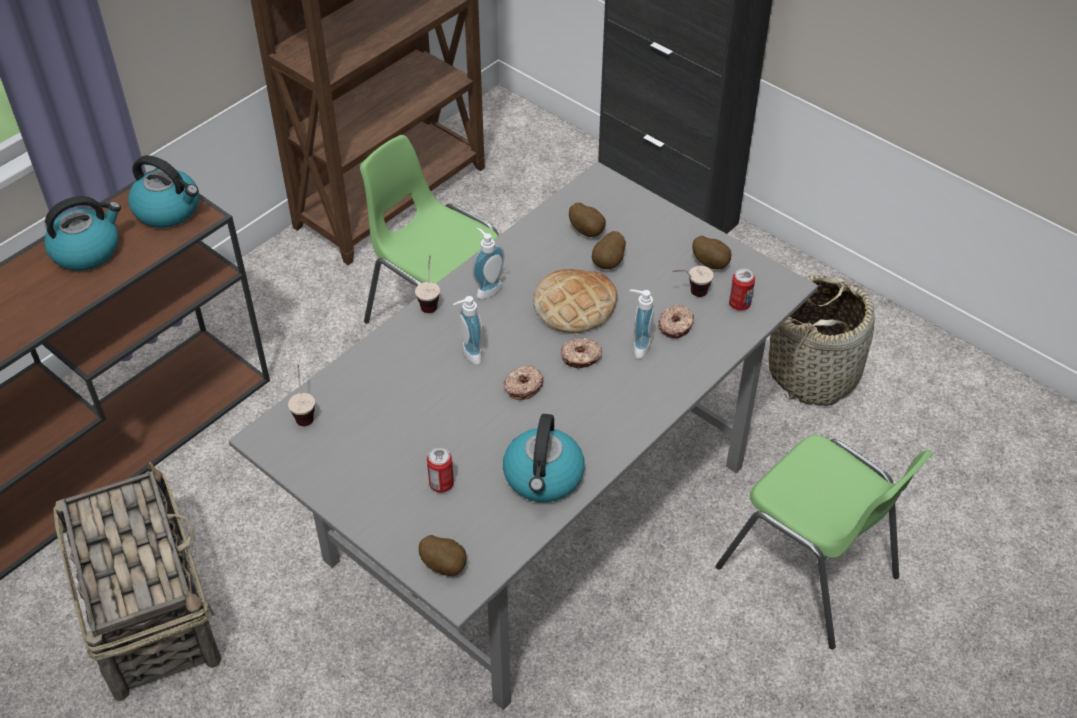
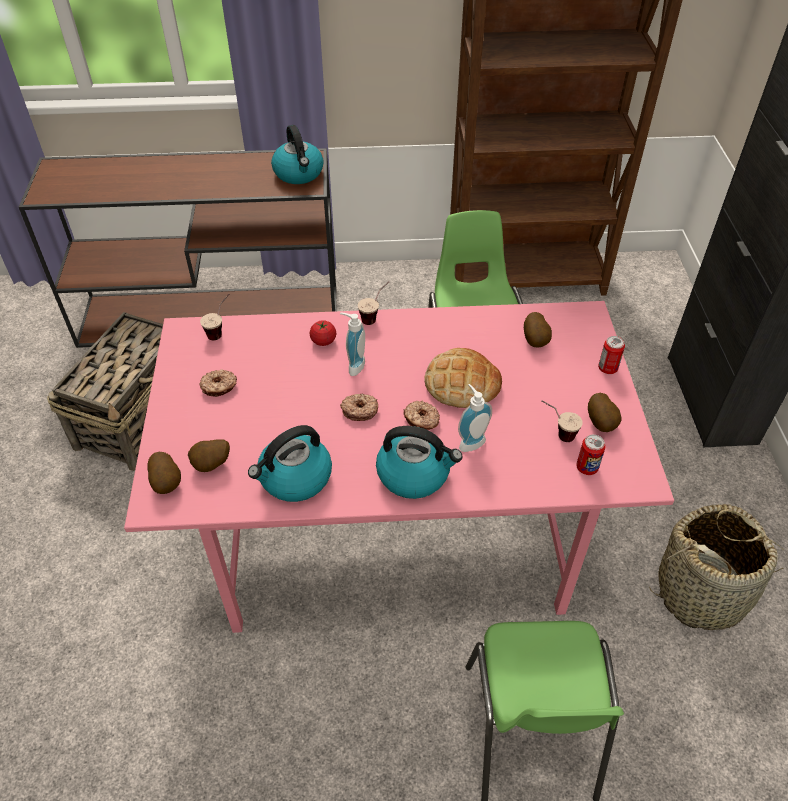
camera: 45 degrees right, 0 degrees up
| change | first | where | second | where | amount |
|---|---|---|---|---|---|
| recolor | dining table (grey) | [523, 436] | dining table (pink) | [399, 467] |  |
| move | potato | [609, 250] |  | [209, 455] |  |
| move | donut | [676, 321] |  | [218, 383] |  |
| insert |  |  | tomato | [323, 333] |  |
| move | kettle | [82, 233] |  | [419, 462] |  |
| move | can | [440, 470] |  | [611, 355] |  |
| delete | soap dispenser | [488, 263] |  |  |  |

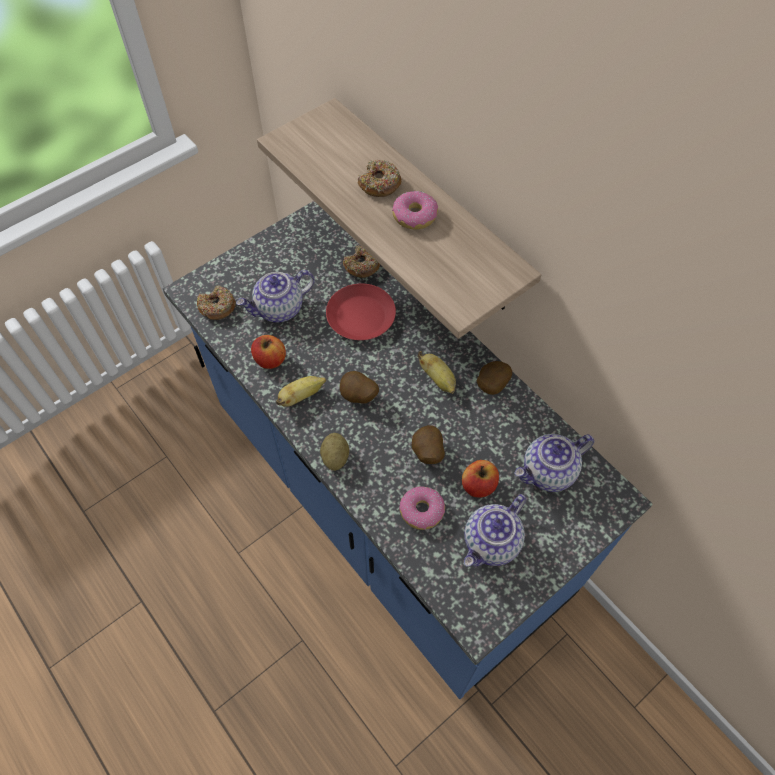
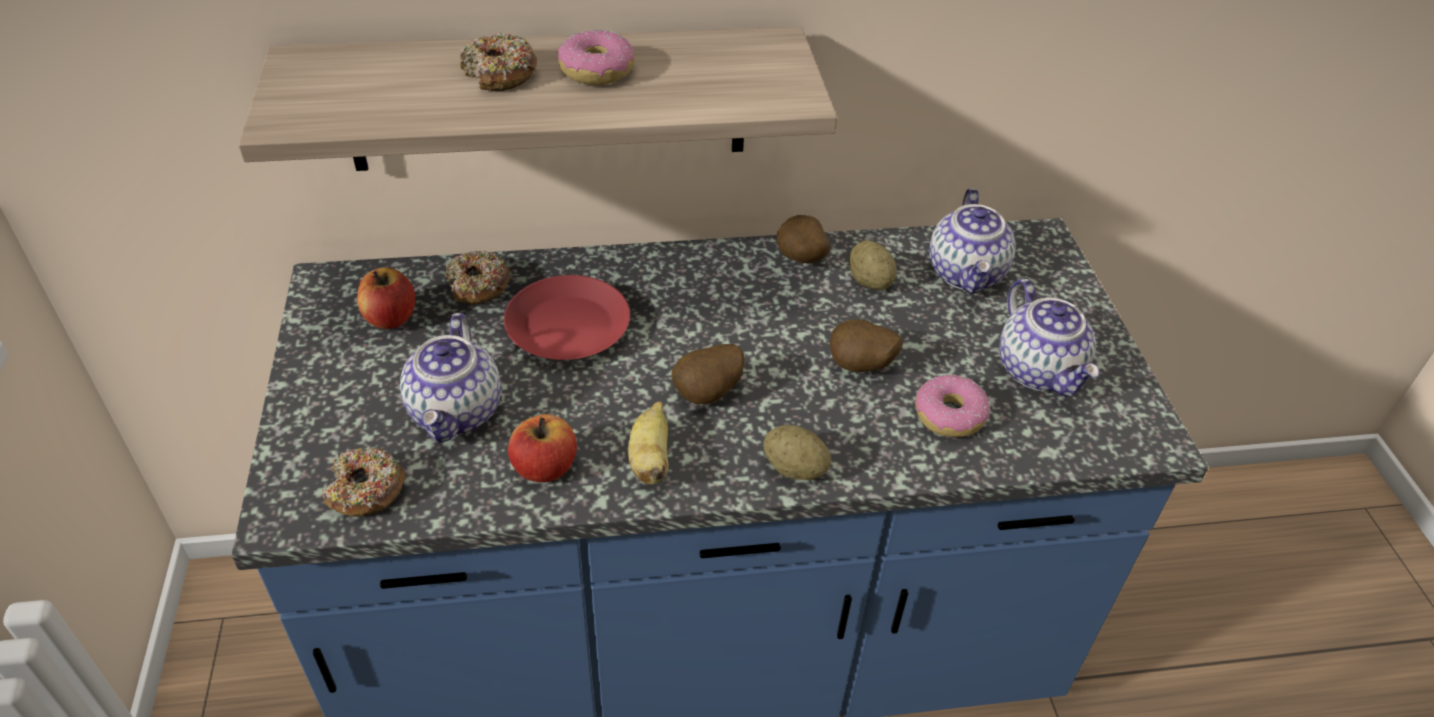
camera: 60 degrees left, 15 degrees down
| change | first | where | second | where | amount |
|---|---|---|---|---|---|
| move | apple | [480, 479] |  | [386, 298] |  |
| insert |  |  | potato | [873, 265] |  |
| delete | banana | [437, 372] |  |  |  |

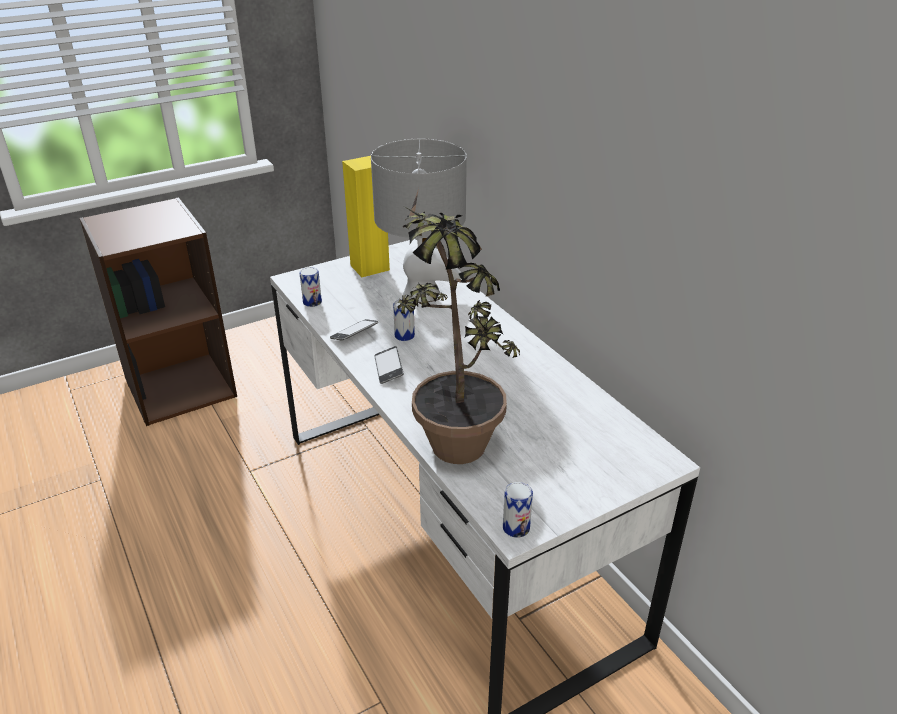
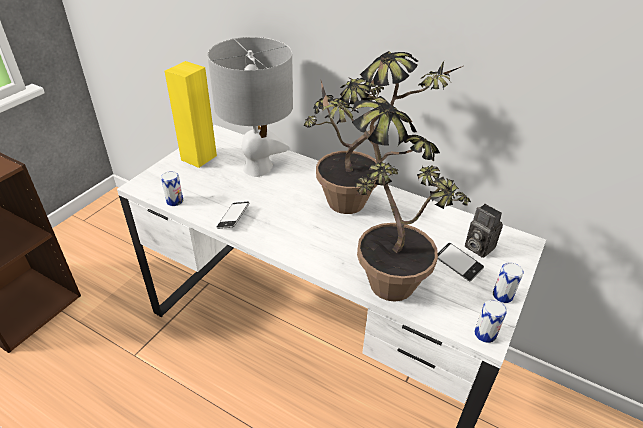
camera: 30 degrees left, 5 degrees up
| change | first | where | second | where | amount |
|---|---|---|---|---|---|
| insert |  |  | potted plant | [383, 132] |  |
| move | phone | [389, 365] |  | [461, 262] |  |
| insert |  |  | photo camera | [484, 231] |  |
| move | can | [404, 320] |  | [508, 283] |  |

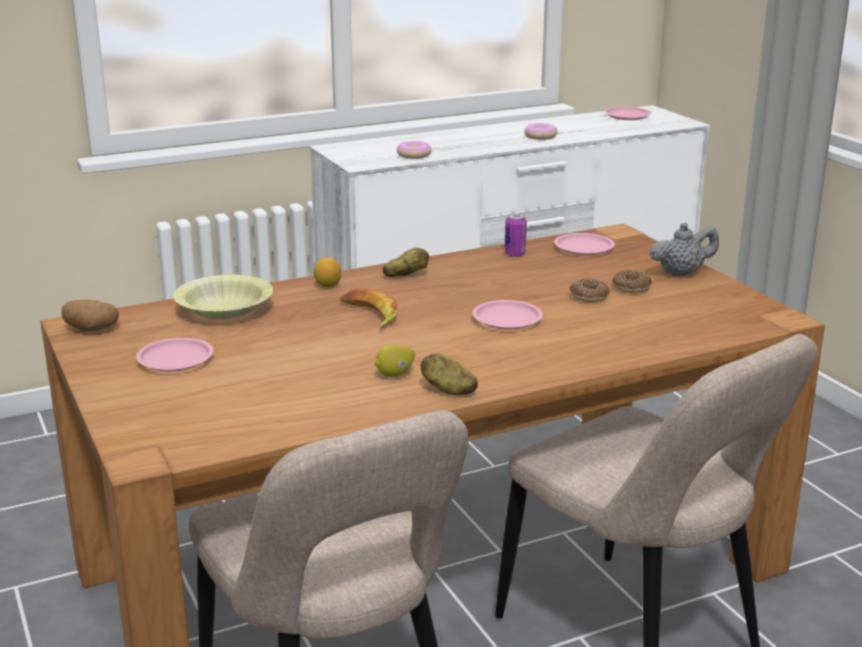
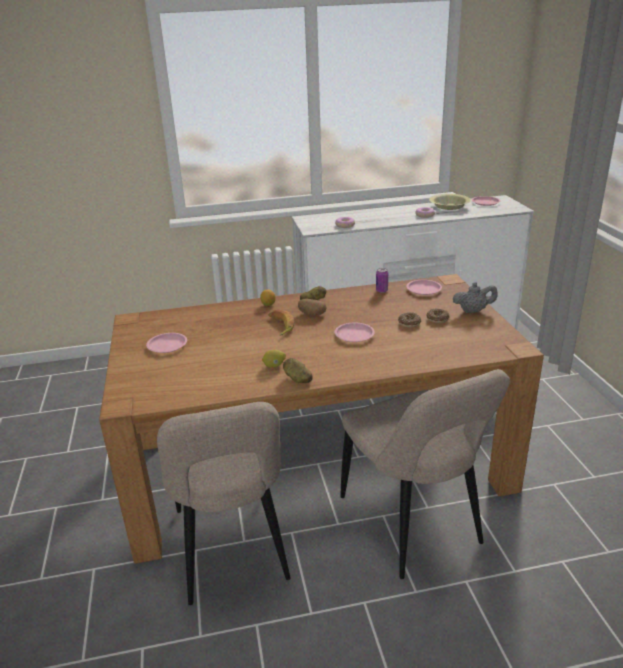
camera: 15 degrees right, 5 degrees up
| change | first | where | second | where | amount |
|---|---|---|---|---|---|
| move | potato | [90, 315] |  | [312, 307] |  |
| move | bowl (yellow) | [223, 297] |  | [450, 202] |  |

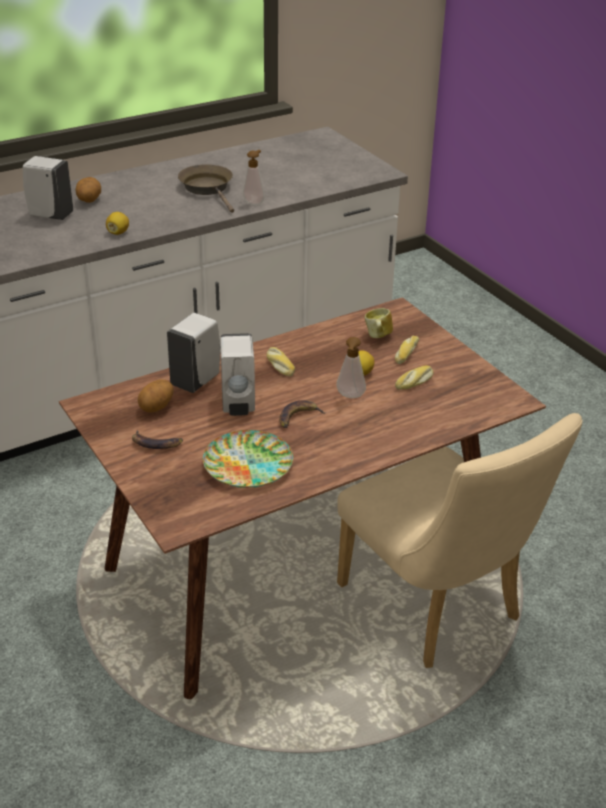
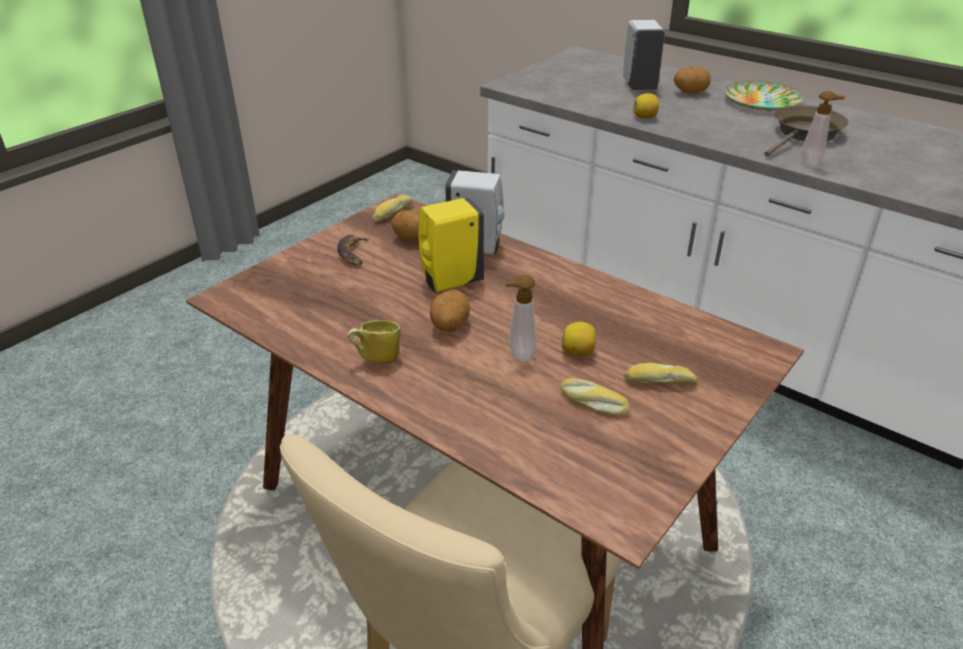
camera: 70 degrees right, 0 degrees up
| change | first | where | second | where | amount |
|---|---|---|---|---|---|
| move | mug | [379, 323] |  | [374, 341] |  |
| move | bread | [281, 361] |  | [392, 208] |  |
| recolor | soap dispenser (white) | [237, 374] | soap dispenser (yellow) | [451, 245] |  |
| replace | banana | [303, 414] | potato | [450, 310] |  |
| move | plate | [248, 459] |  | [764, 96] |  |

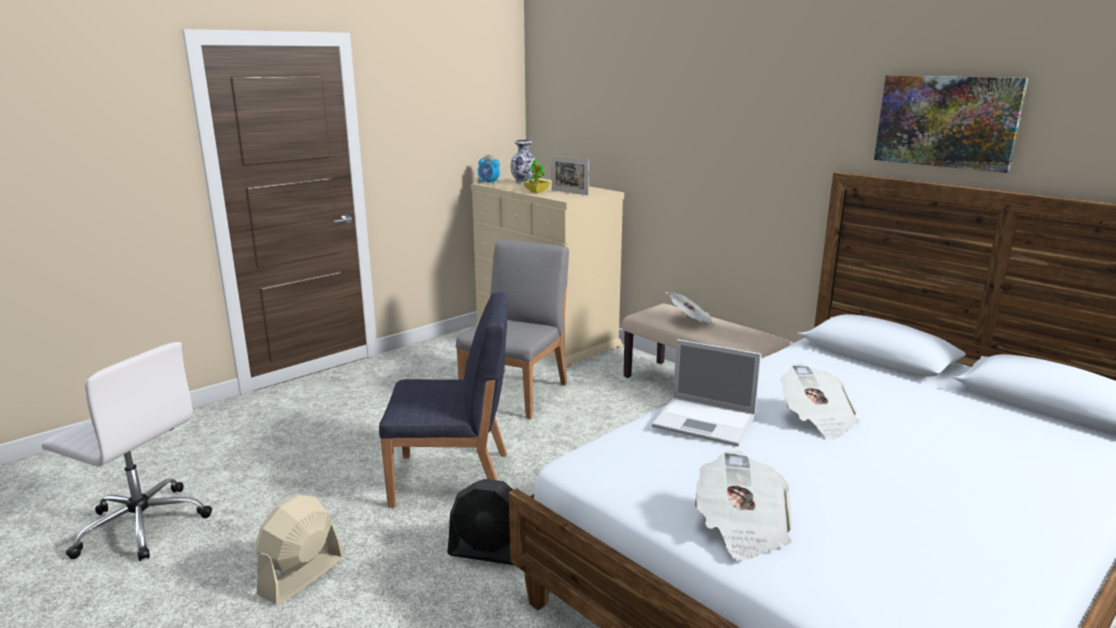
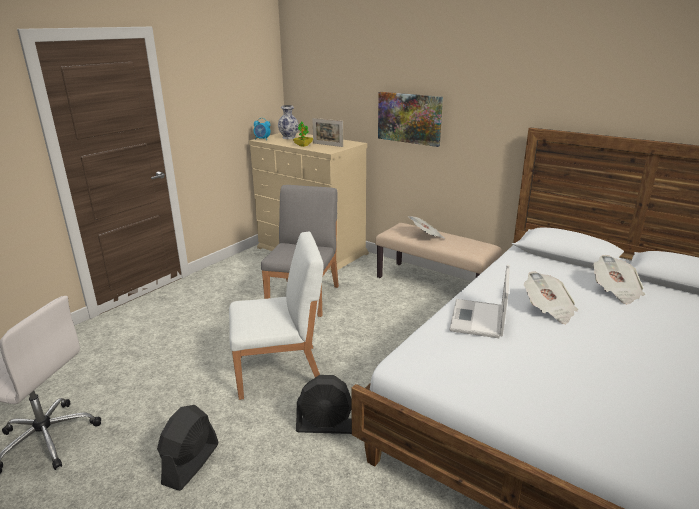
camera: 10 degrees left, 5 degrees up
| change | first | where | second | where | amount |
|---|---|---|---|---|---|
| recolor | fan (beige) | [299, 550] | fan (black) | [188, 448] |  |
| recolor | chair (blue) | [443, 400] | chair (white) | [276, 316] |  |
| move | picture | [951, 124] |  | [410, 119] |  |
| rotate | laptop | [706, 392] |  | [479, 301] | 90 degrees clockwise |
| move | newspaper | [743, 506] |  | [619, 280] |  |

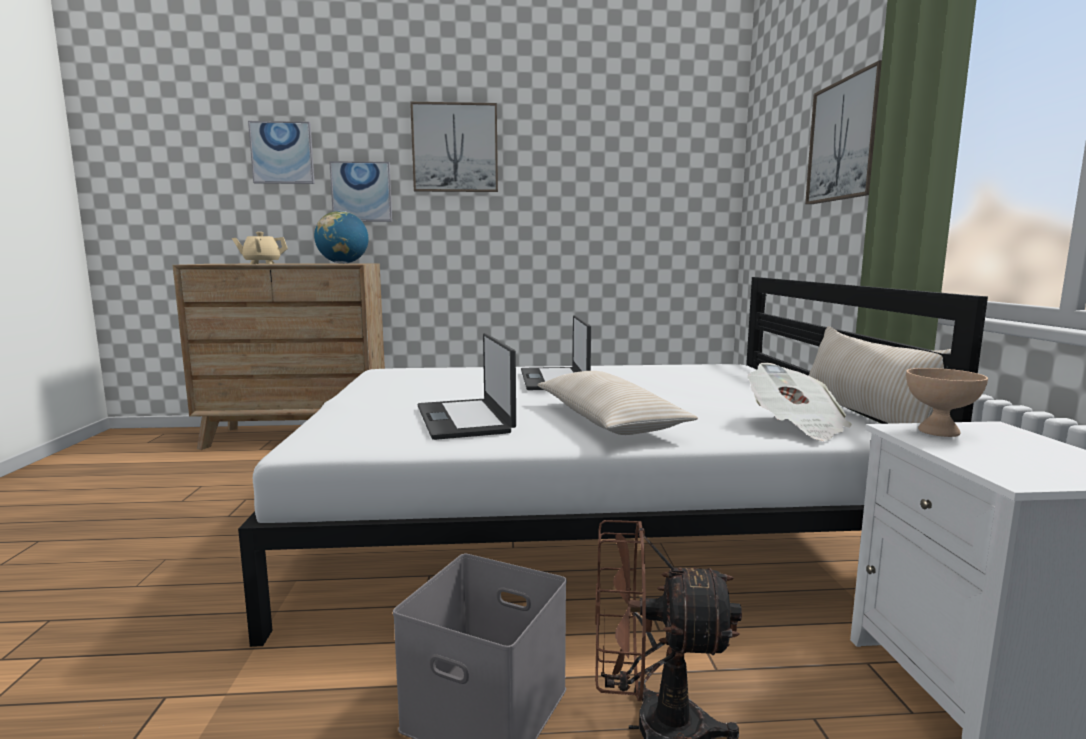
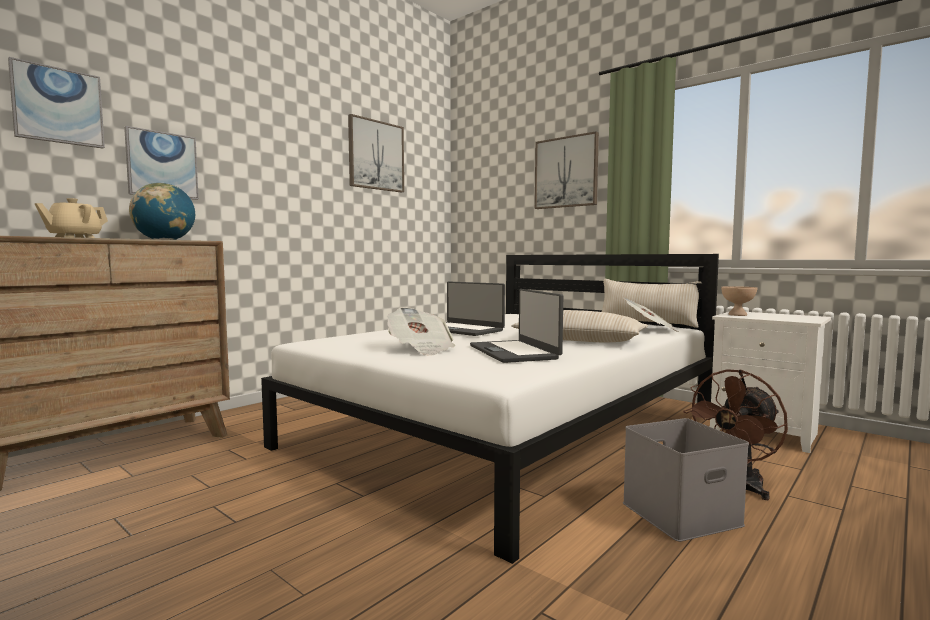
camera: 45 degrees left, 5 degrees down
| change | first | where | second | where | amount |
|---|---|---|---|---|---|
| move | picture | [454, 147] |  | [376, 153] |  |
| insert |  |  | newspaper | [421, 331] |  |
| rotate | laptop | [467, 386] |  | [516, 326] | 45 degrees clockwise |

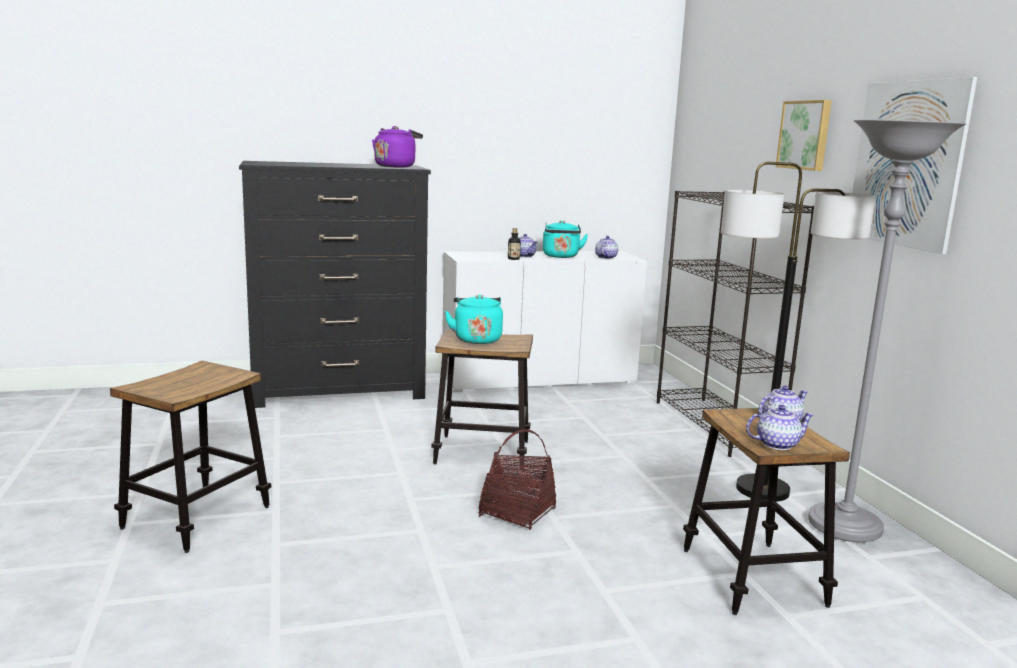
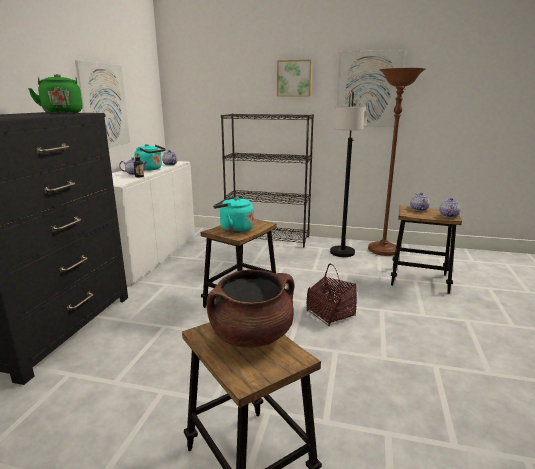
camera: 60 degrees left, 5 degrees up
| change | first | where | second | where | amount |
|---|---|---|---|---|---|
| recolor | kettle (purple) | [397, 147] | kettle (green) | [55, 94] |  |
| insert |  |  | picture | [102, 103] |  |
| insert |  |  | cooking pot (brown) | [250, 309] |  |
| recolor | floor lamp (grey) | [887, 331] | floor lamp (brown) | [397, 162] |  |

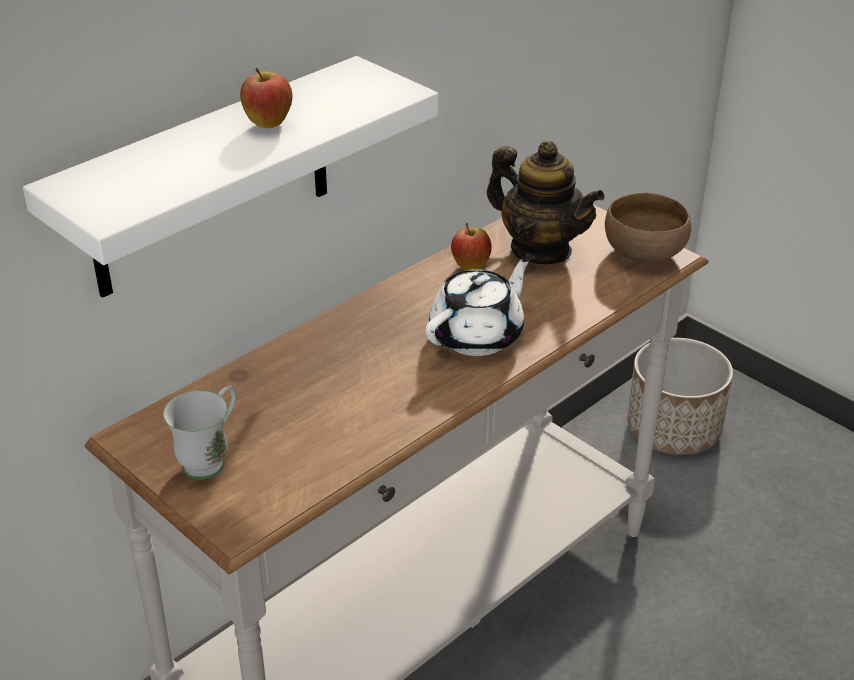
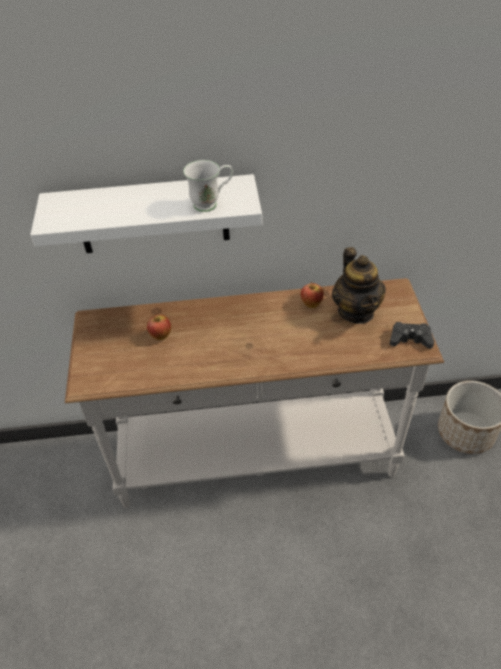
camera: 40 degrees right, 10 degrees up
| change | first | where | second | where | amount |
|---|---|---|---|---|---|
| move | apple | [266, 98] |  | [159, 327] |  |
| move | mug (white) | [199, 432] |  | [208, 186] |  |
| replace | bowl (brown) | [648, 227] | game controller (black) | [412, 335] |  |
| delete | teapot (white) | [478, 306] |  |  |  |

